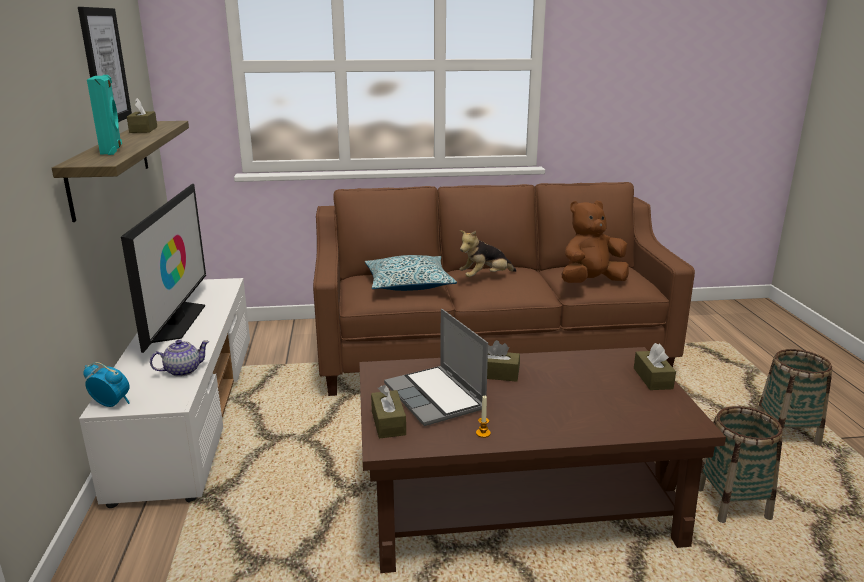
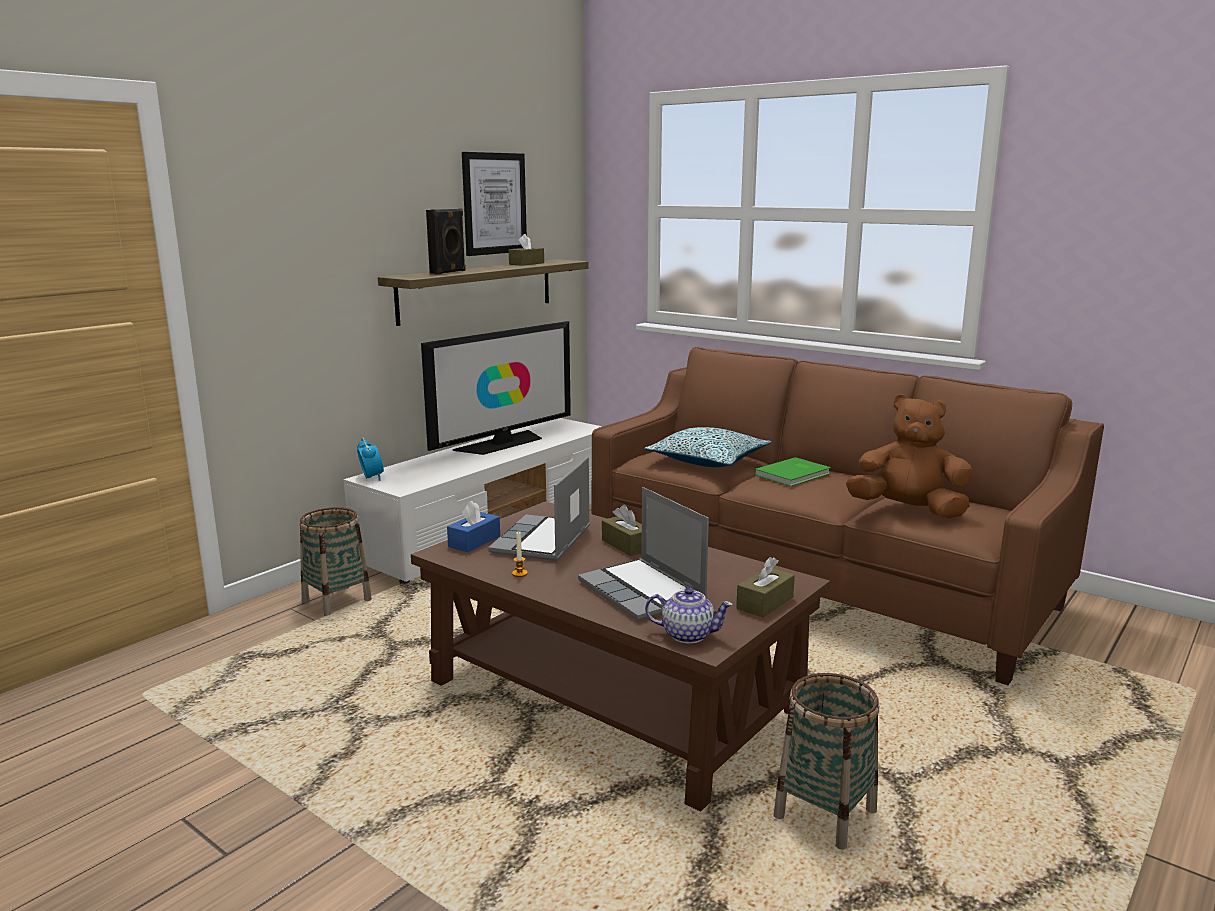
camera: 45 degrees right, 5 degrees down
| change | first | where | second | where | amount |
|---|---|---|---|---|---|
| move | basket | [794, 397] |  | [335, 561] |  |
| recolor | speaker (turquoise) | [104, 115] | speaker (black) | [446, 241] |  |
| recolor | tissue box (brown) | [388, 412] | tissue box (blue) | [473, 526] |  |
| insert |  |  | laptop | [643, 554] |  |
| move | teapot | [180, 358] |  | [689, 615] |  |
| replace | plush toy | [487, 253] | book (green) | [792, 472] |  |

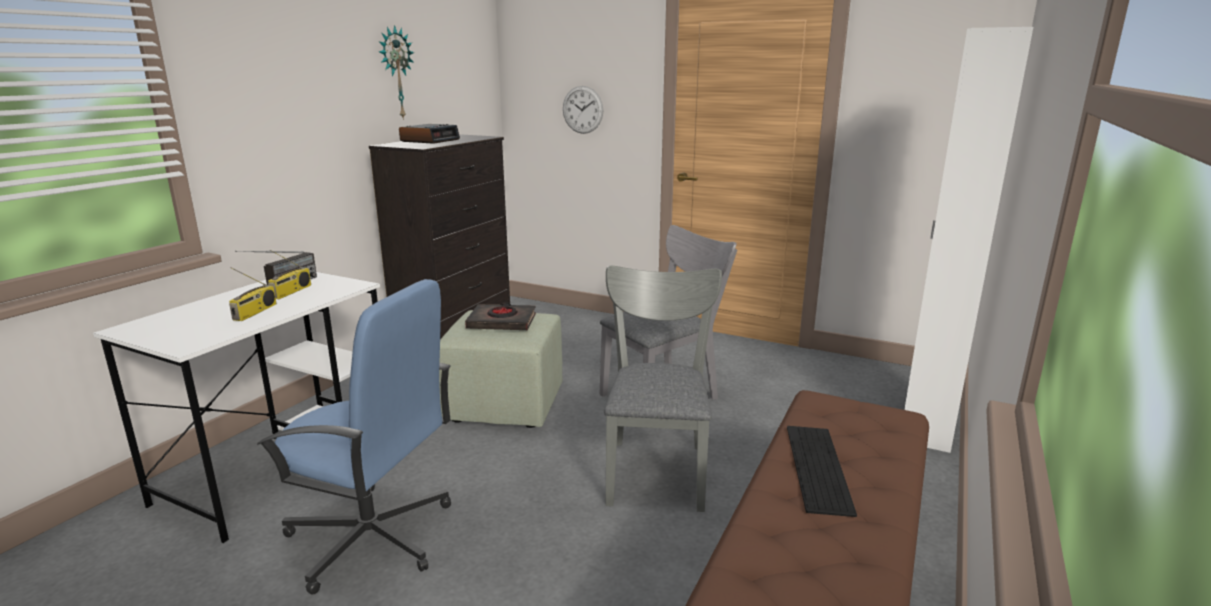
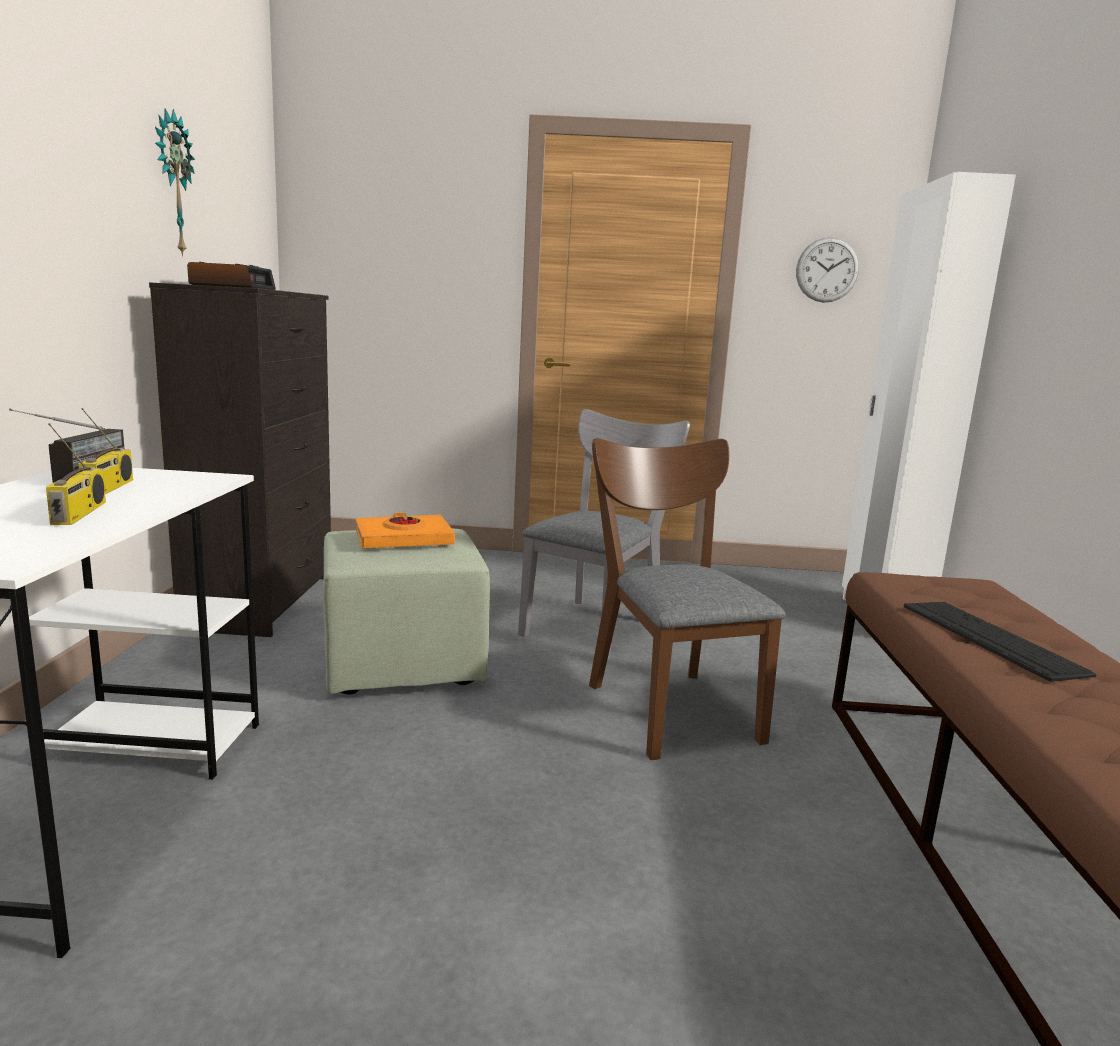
camera: 25 degrees left, 5 degrees down
| change | first | where | second | where | amount |
|---|---|---|---|---|---|
| recolor | book (black) | [500, 316] | book (orange) | [405, 530] |  |
| recolor | chair (grey) | [663, 389] | chair (brown) | [687, 599] |  |
| move | wall clock | [583, 110] |  | [827, 270] |  |
| delete | office chair (blue) | [354, 437] |  |  |  |

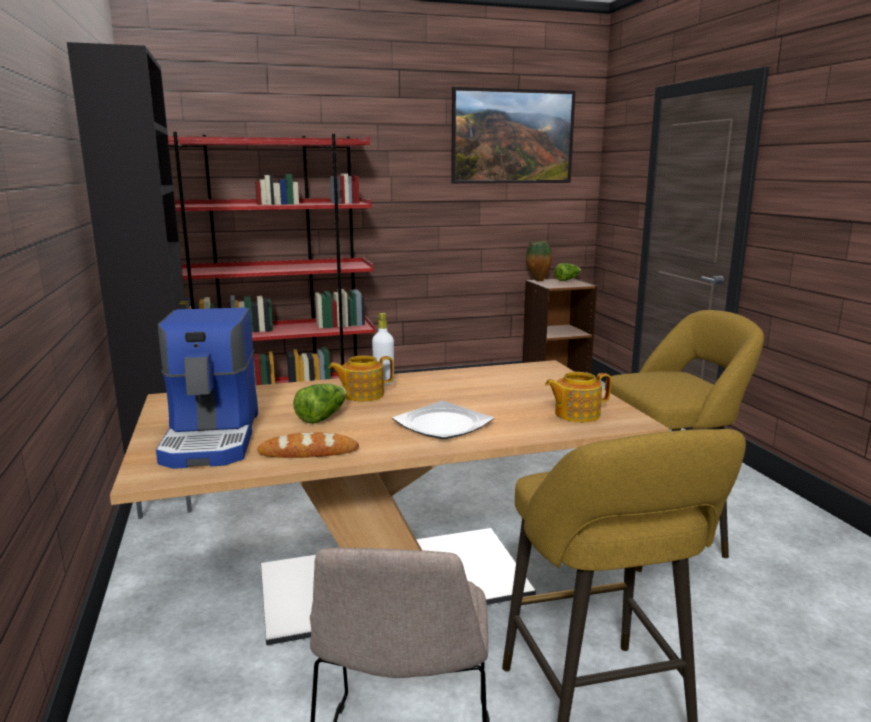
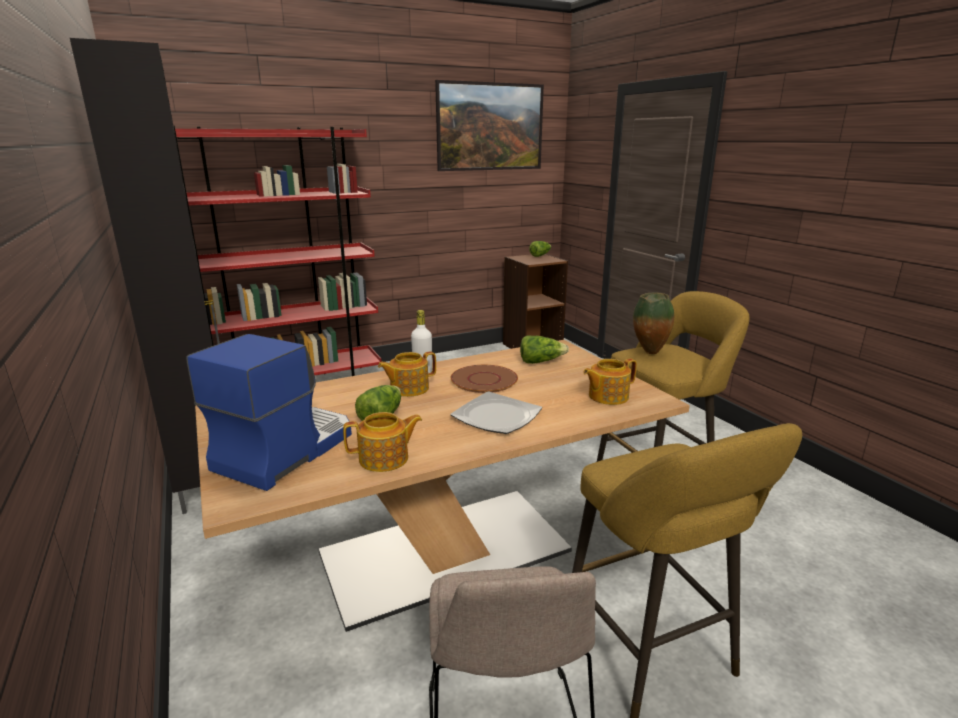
camera: 10 degrees left, 5 degrees up
| change | first | where | second | where | amount |
|---|---|---|---|---|---|
| rotate | coffee machine | [207, 388] |  | [269, 412] | 135 degrees counterclockwise |
| replace | bread | [308, 445] | teapot | [382, 442] |  |
| insert |  |  | plate (brown) | [484, 379] |  |
| insert |  |  | lettuce | [544, 350] |  |
| move | vase | [539, 261] |  | [653, 323] |  |

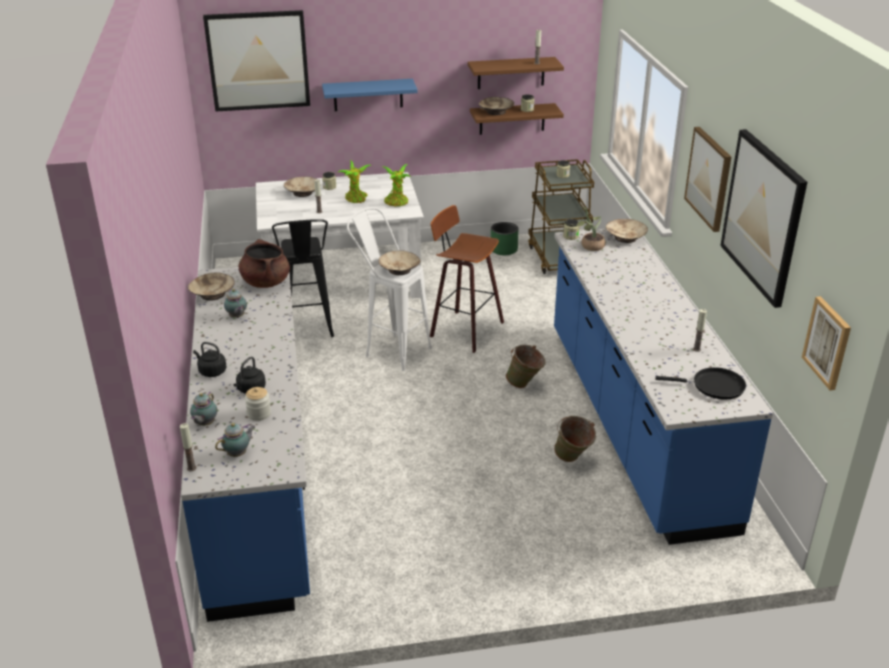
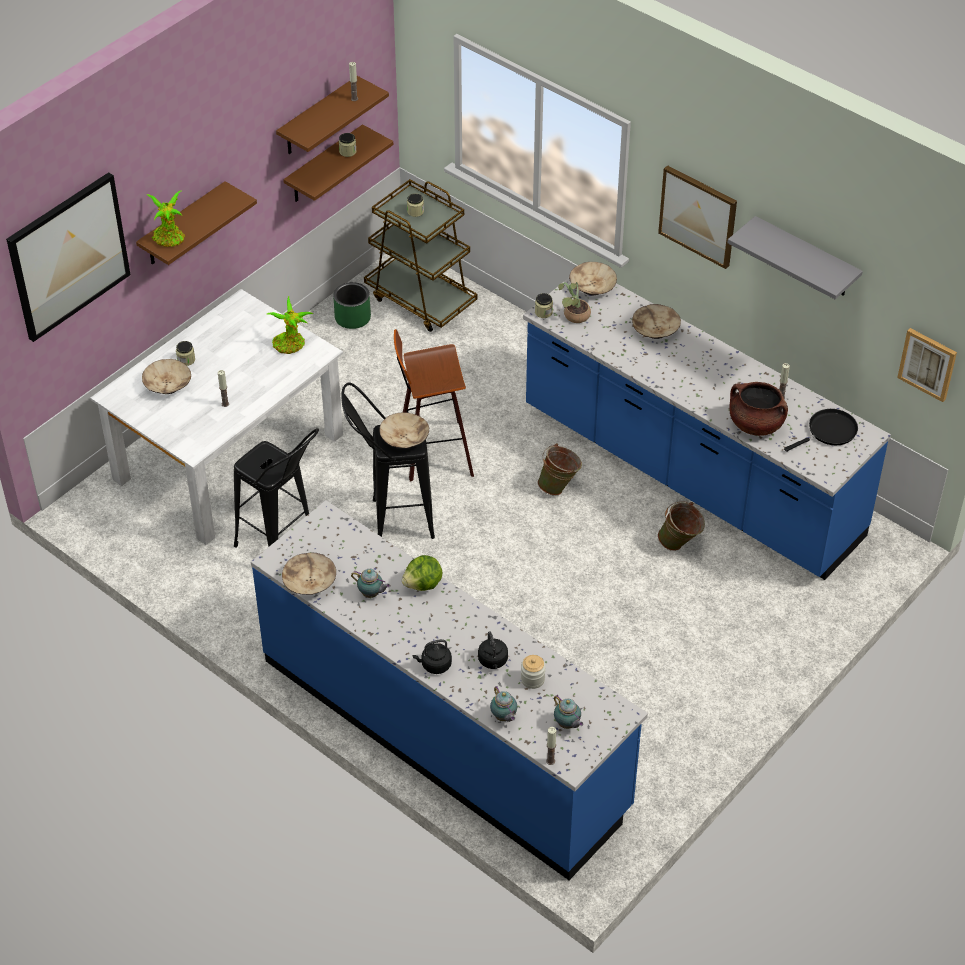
camera: 40 degrees left, 15 degrees up
| change | first | where | second | where | amount |
|---|---|---|---|---|---|
| recolor | shelf (blue) | [370, 95] | shelf (brown) | [196, 223] |  |
| move | potted plant | [354, 181] |  | [165, 218] |  |
| recolor | stool (white) | [389, 289] | stool (black) | [388, 461] |  |
| insert |  |  | lettuce | [422, 573] |  |
| rotate | teapot | [235, 440] |  | [569, 711] | 135 degrees clockwise |
| move | bowl (beige) | [496, 106] |  | [656, 321] |  |
| replace | picture | [763, 218] | shelf (grey) | [795, 257] |  |
| move | cooking pot (brown) | [264, 263] |  | [758, 409] |  |

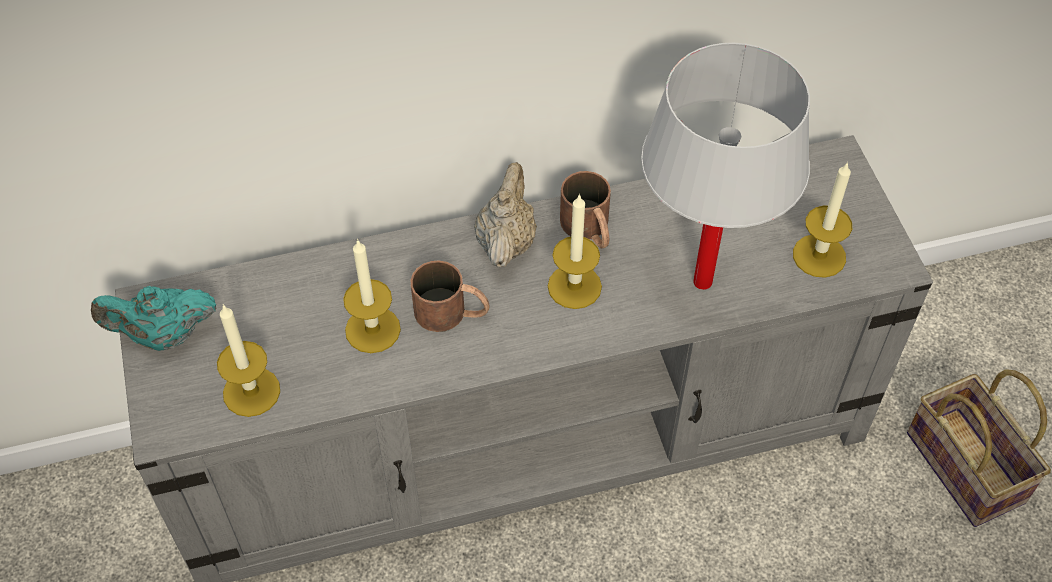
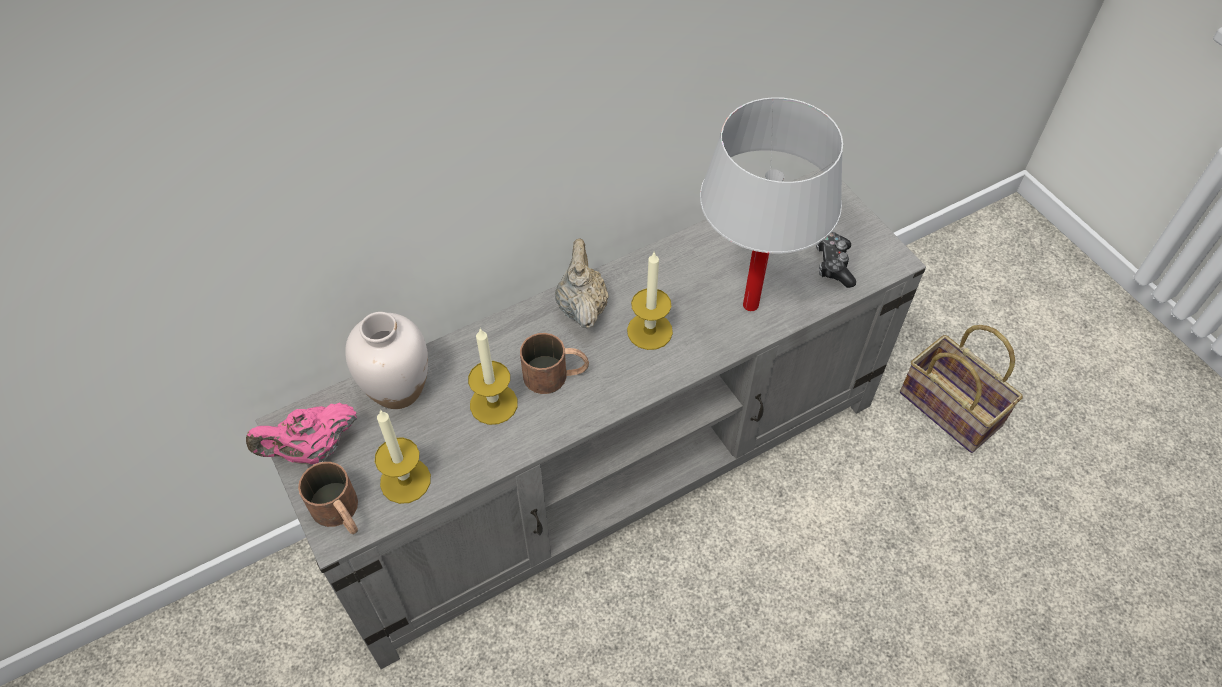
camera: 15 degrees left, 0 degrees up
| change | first | where | second | where | amount |
|---|---|---|---|---|---|
| recolor | teapot (turquoise) | [153, 318] | teapot (pink) | [301, 434] |  |
| move | mug (brown) | [585, 209] |  | [328, 498] |  |
| insert |  |  | vase (white) | [386, 360] |  |
| replace | candle | [822, 220] | game controller | [836, 260] |  |

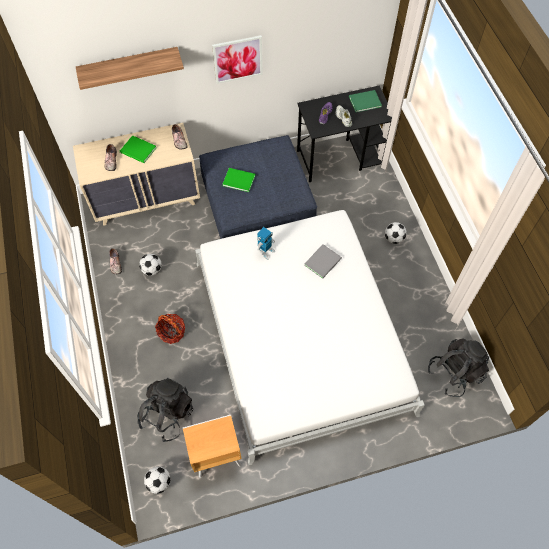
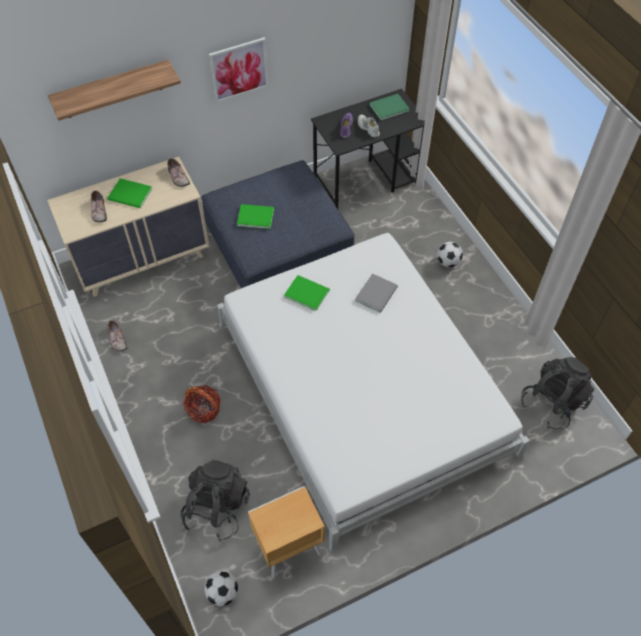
camera: 10 degrees left, 5 degrees down
| change | first | where | second | where | amount |
|---|---|---|---|---|---|
| replace | toy robot | [266, 243] | book (green) | [307, 293] |  |
| delete | football | [150, 265] |  |  |  |

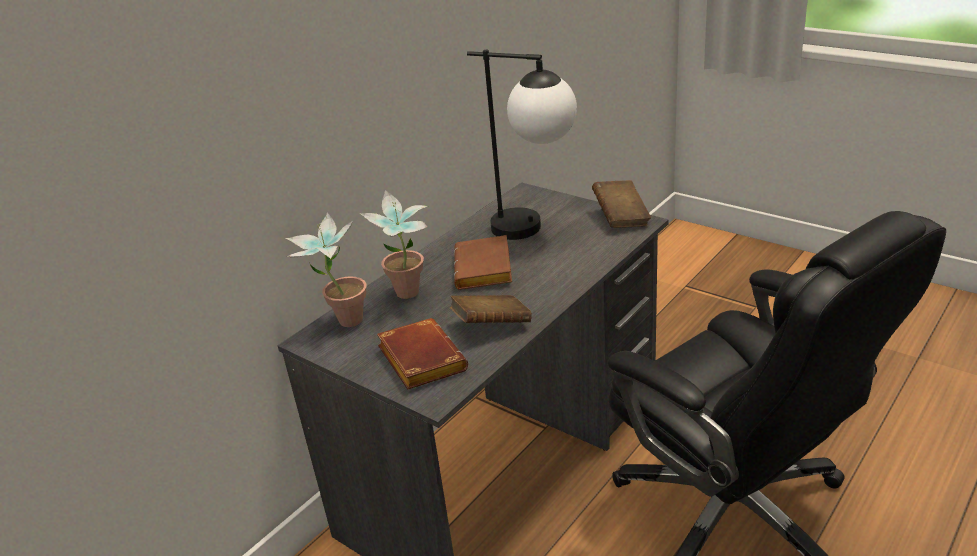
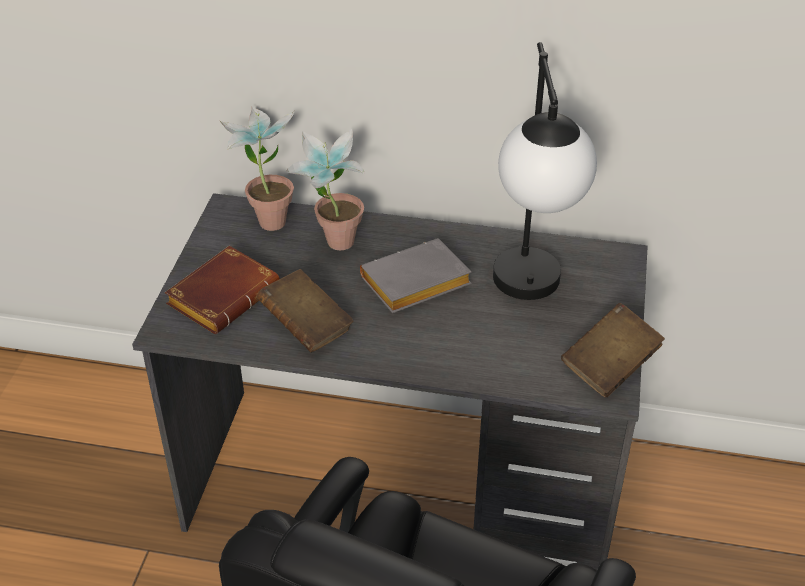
camera: 60 degrees right, 10 degrees up
| change | first | where | second | where | amount |
|---|---|---|---|---|---|
| recolor | book (brown) | [483, 262] | book (grey) | [416, 275] |  |

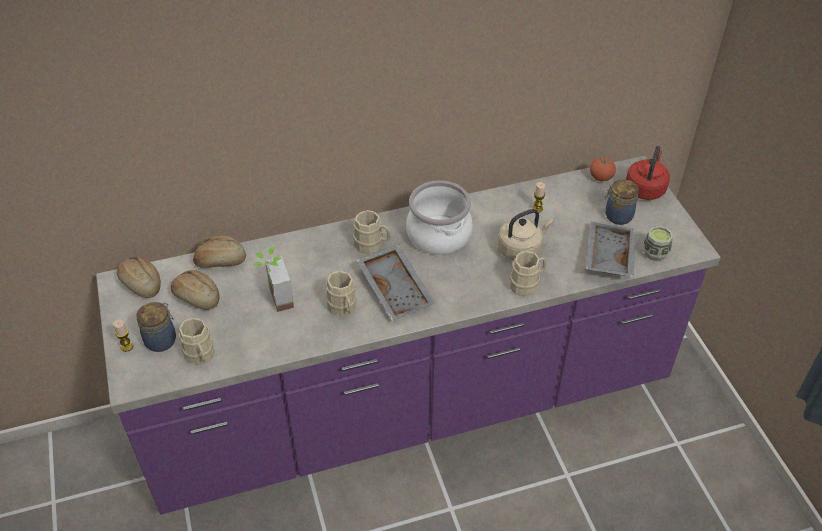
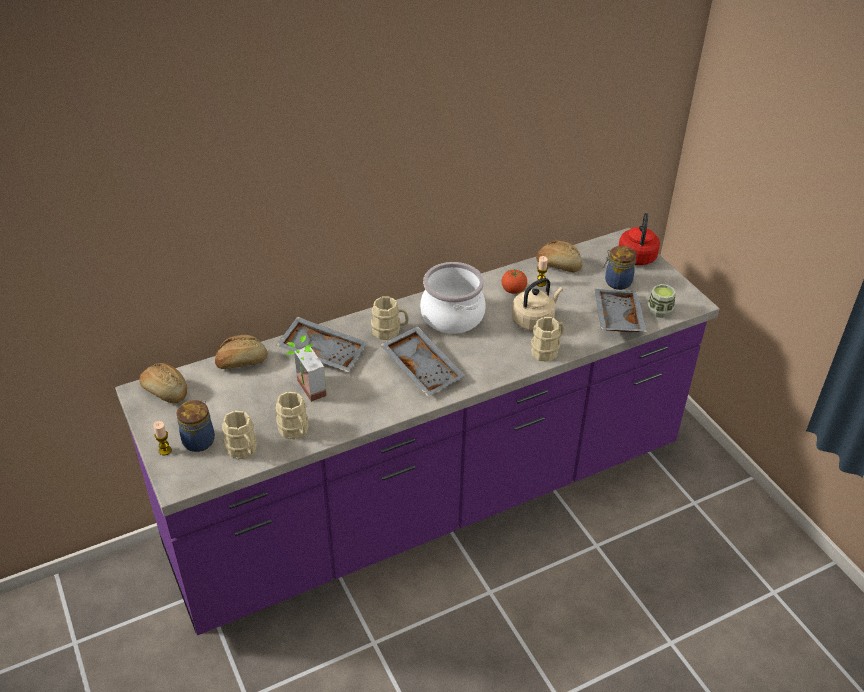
camera: 10 degrees left, 5 degrees down
| change | first | where | second | where | amount |
|---|---|---|---|---|---|
| move | mug (beige) | [341, 294] |  | [292, 415] |  |
| insert |  |  | tray (grey) | [322, 344] |  |
| move | tomato | [603, 169] |  | [514, 281] |  |
| move | bread | [195, 290] |  | [559, 256] |  |

